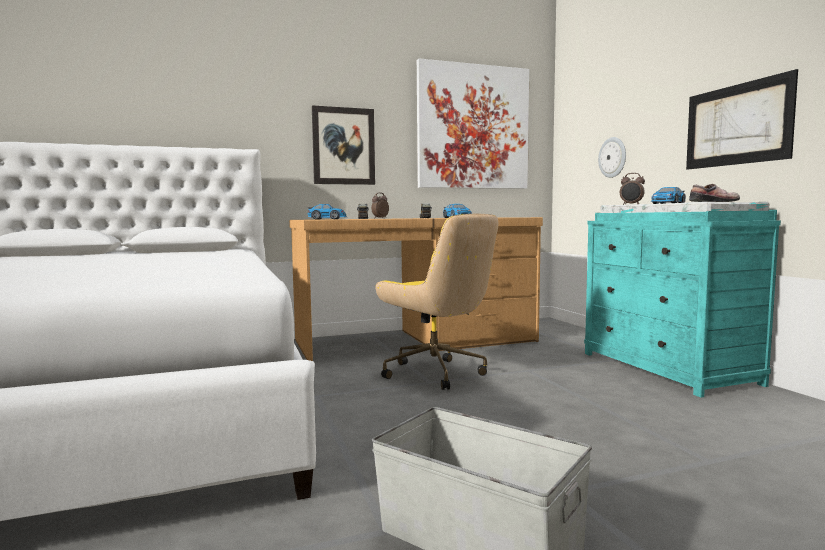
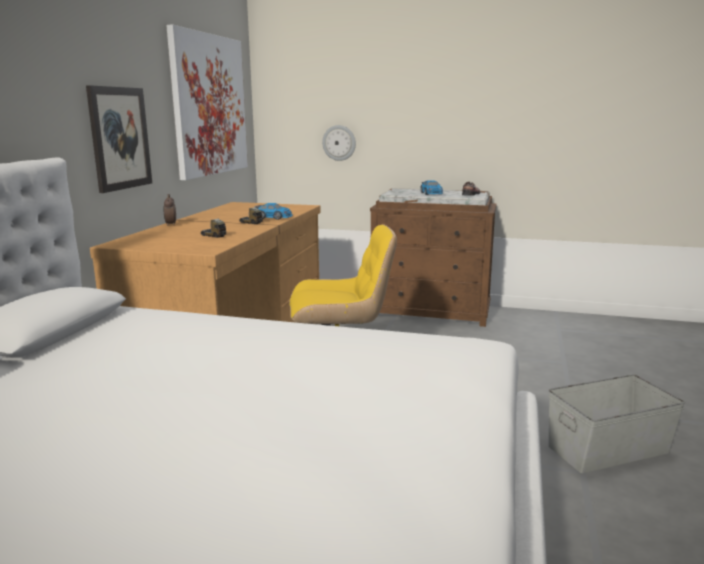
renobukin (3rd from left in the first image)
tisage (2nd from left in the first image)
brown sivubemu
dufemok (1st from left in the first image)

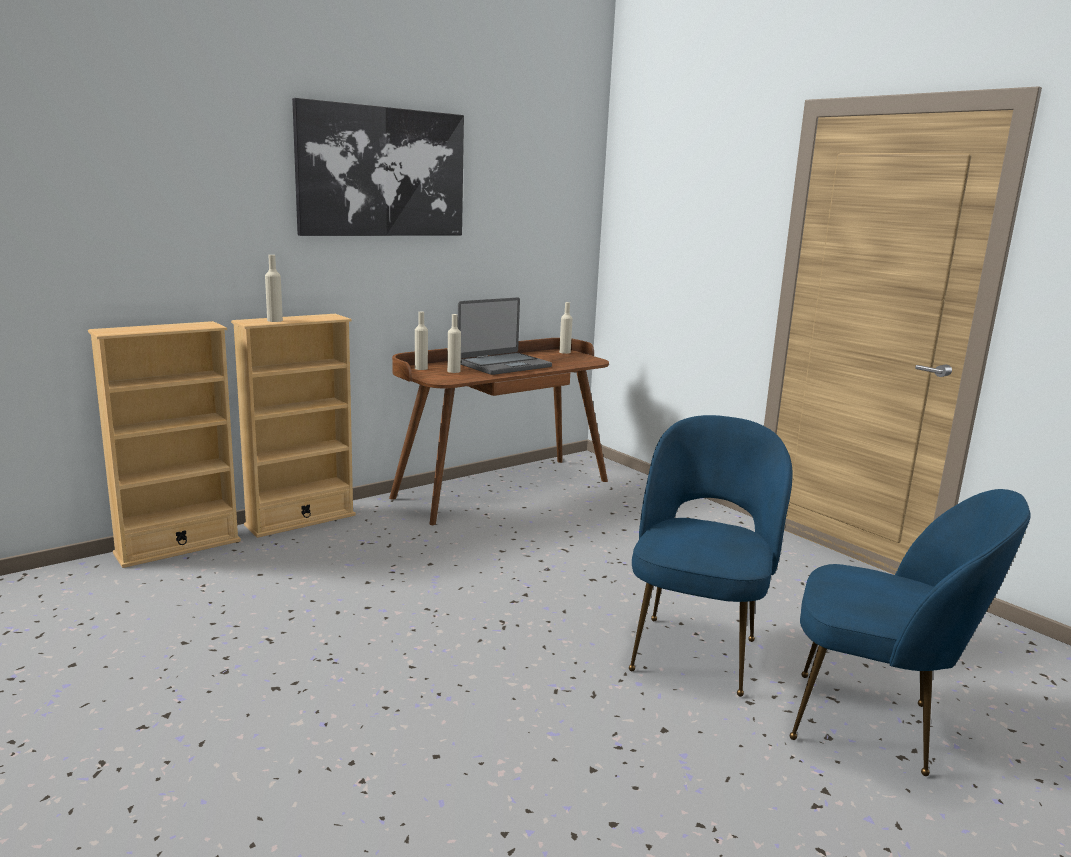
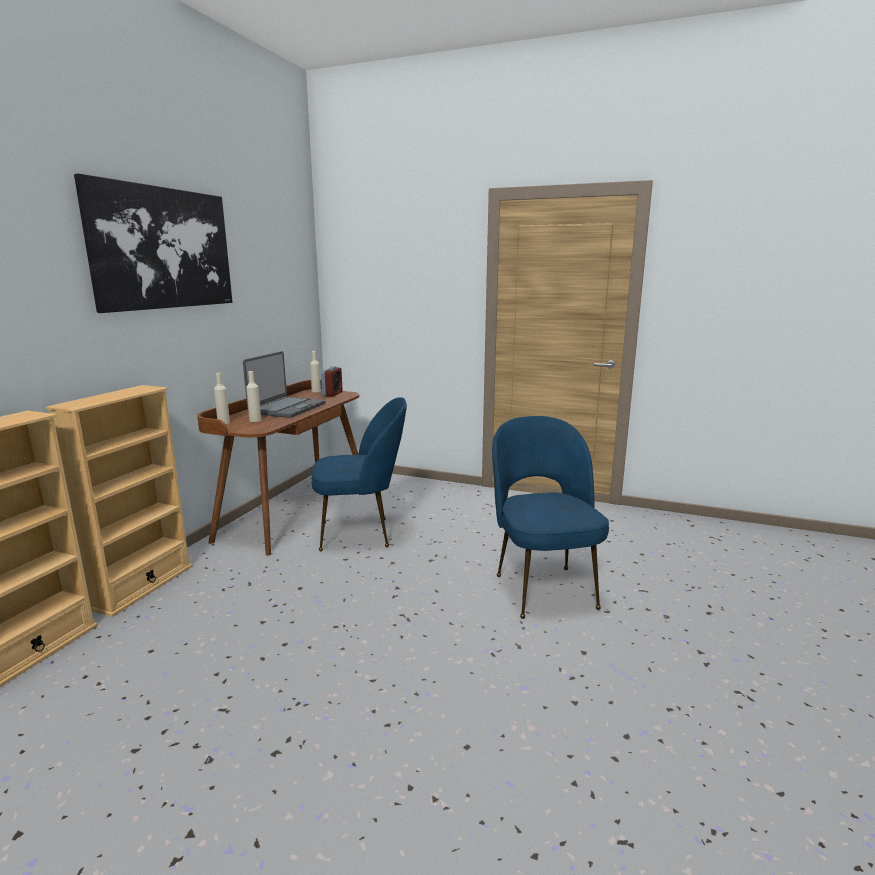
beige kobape (1st from left in the first image)
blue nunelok (1st from left)
tisage

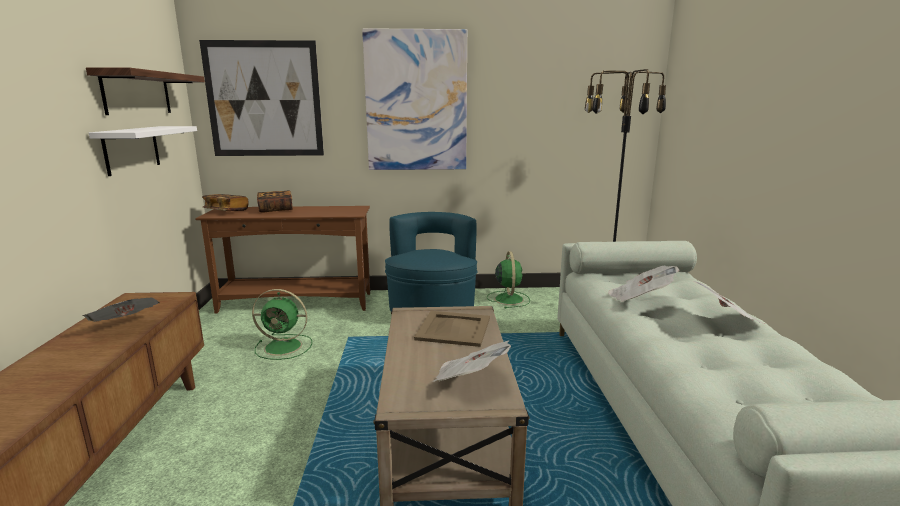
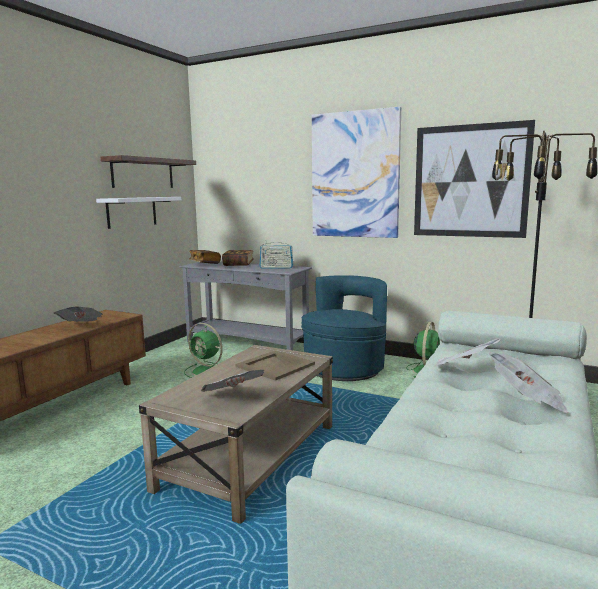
renobukin (2nd from left)
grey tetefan
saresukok

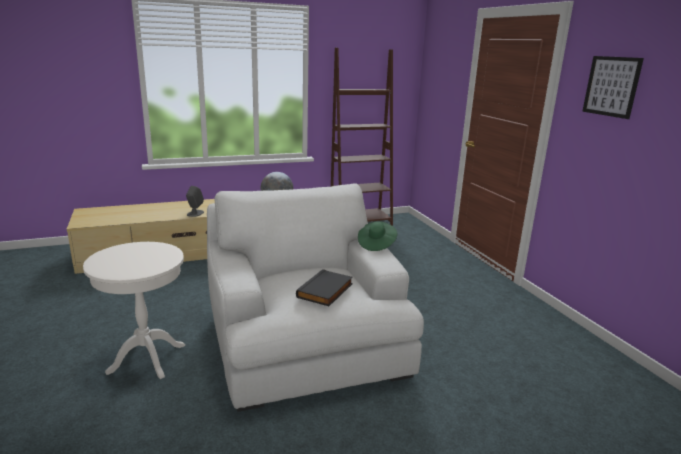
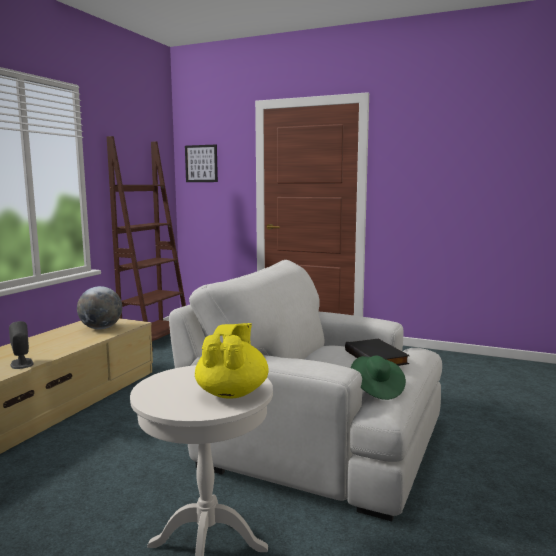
renobukin
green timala
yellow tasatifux

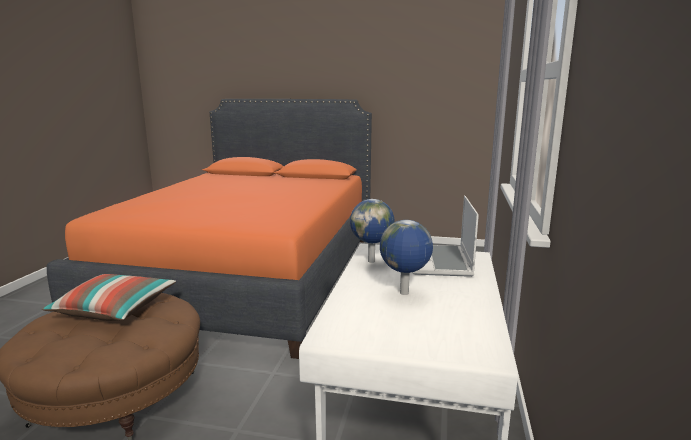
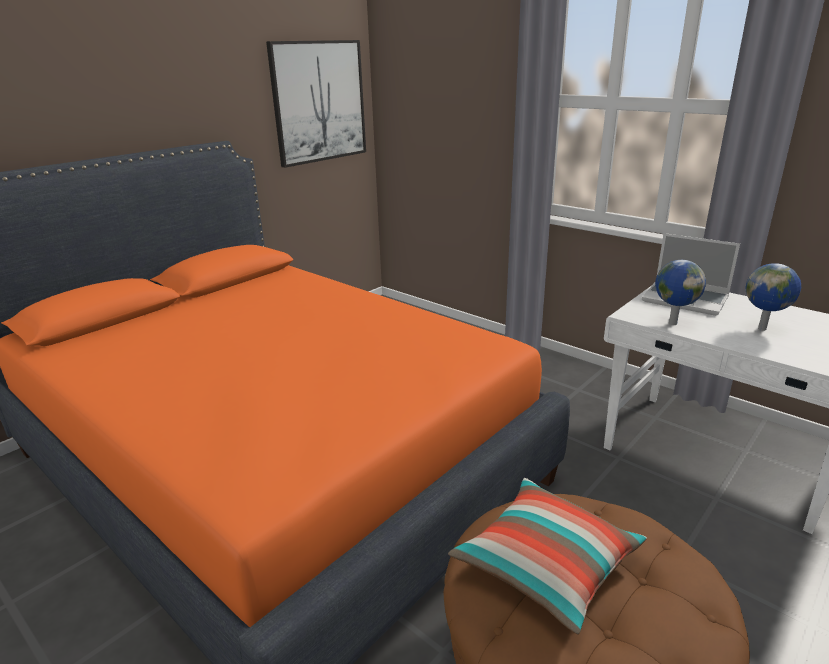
renobukin

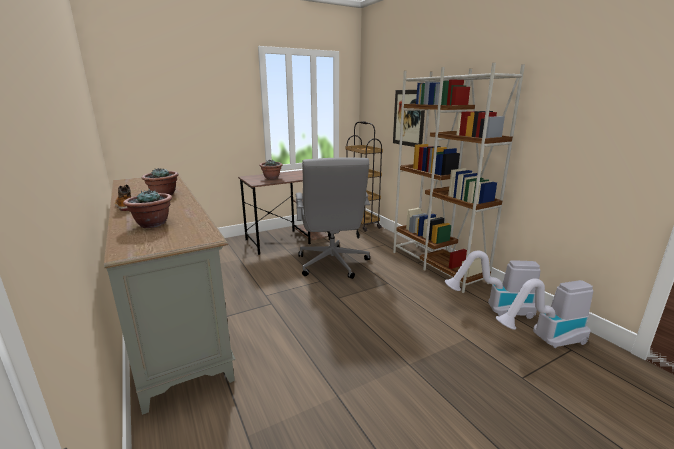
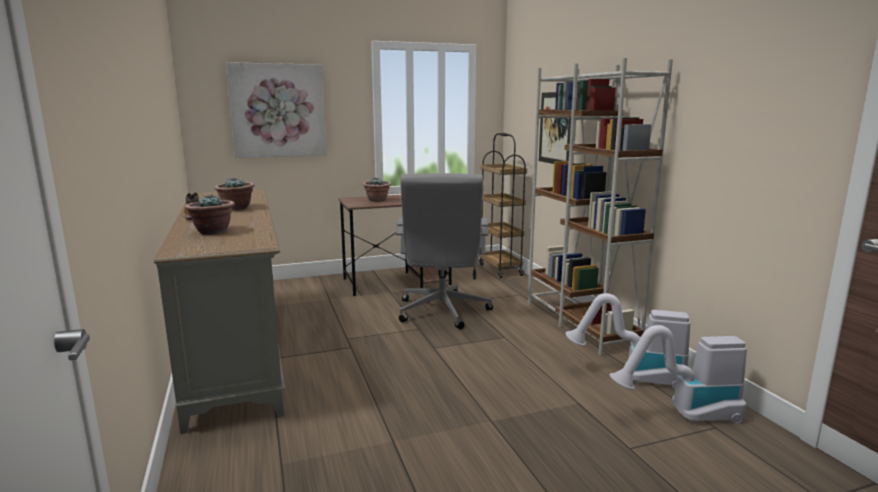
renobukin (1st from left)

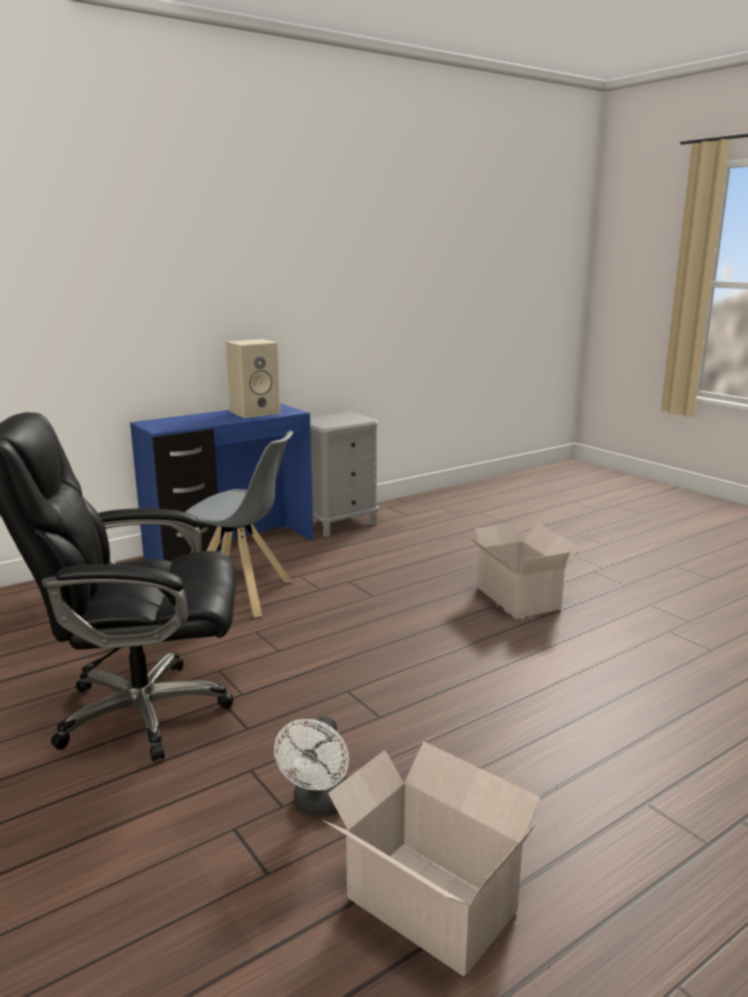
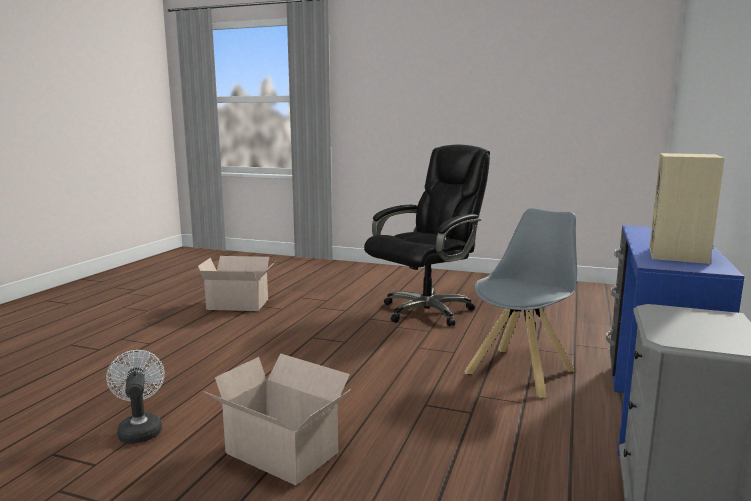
grey nunelok
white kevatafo

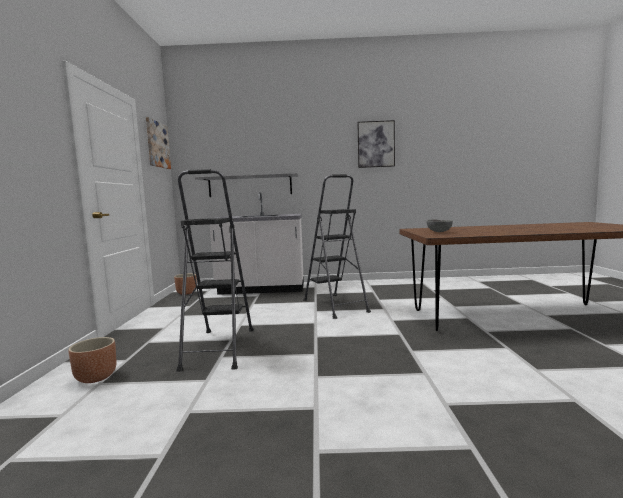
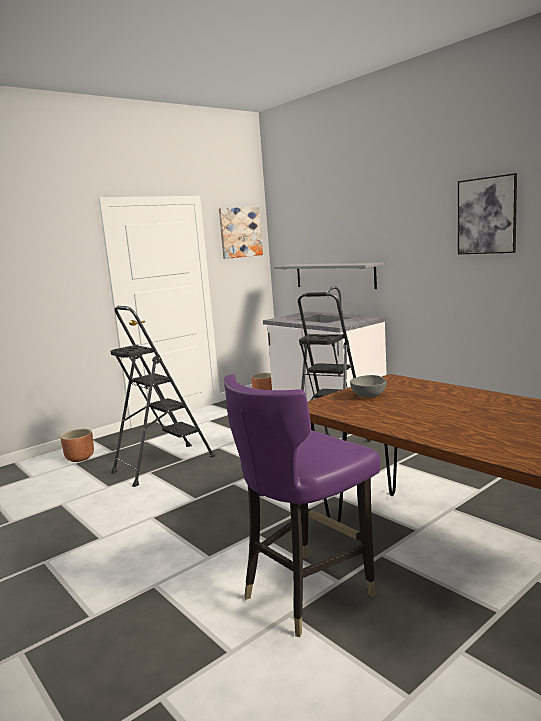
purple nunelok

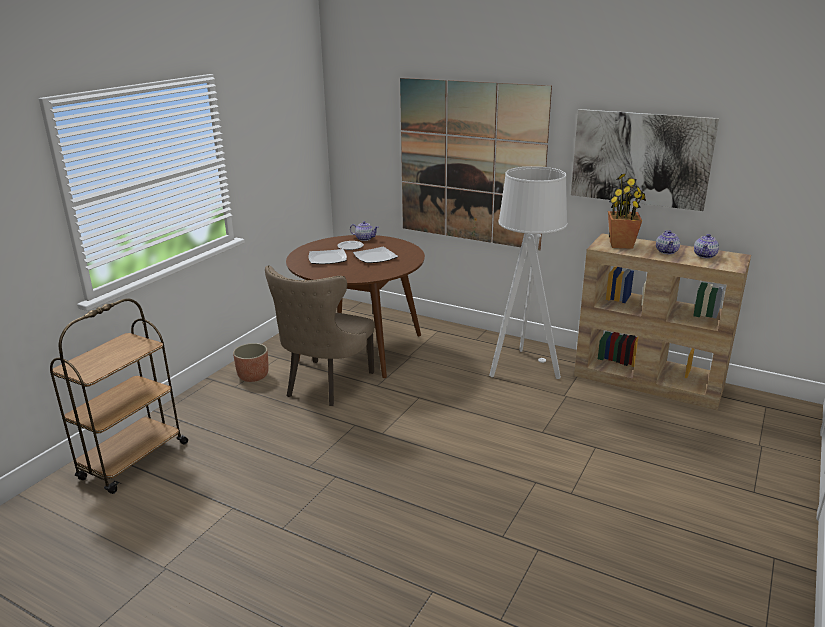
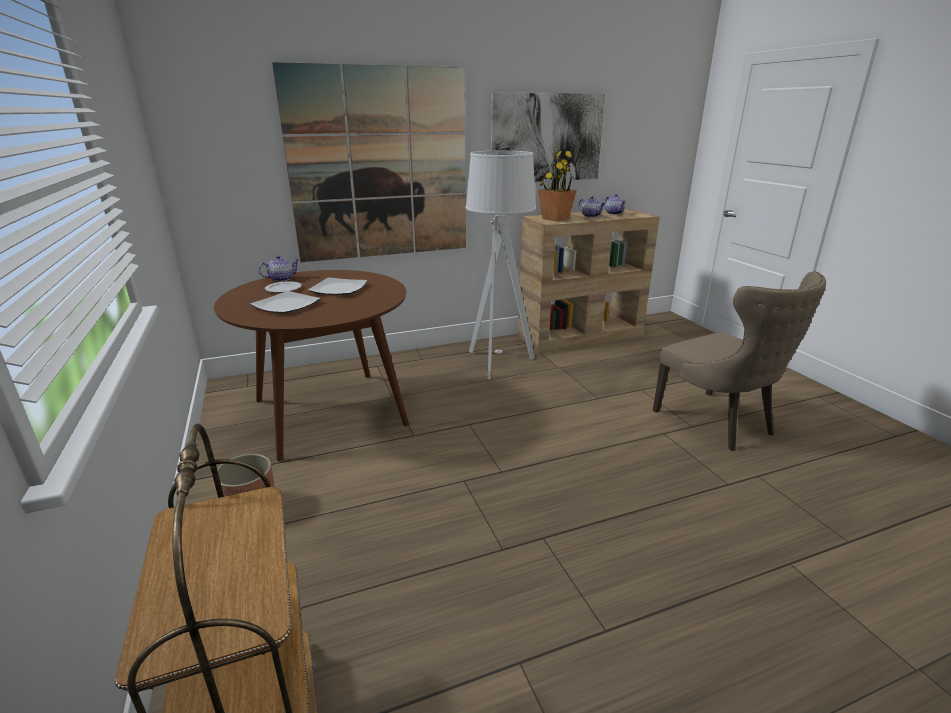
beige nunelok

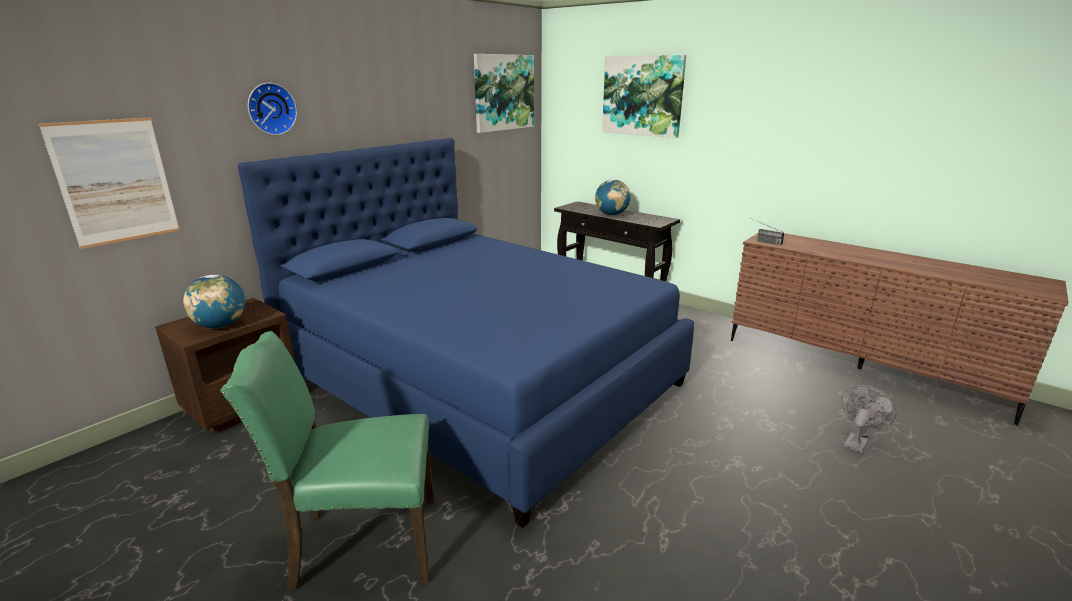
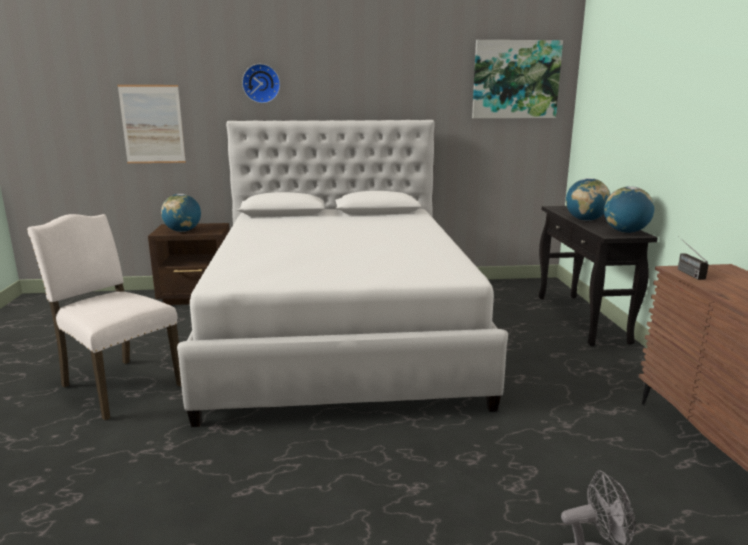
renobukin (3rd from left in the first image)
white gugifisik
white nunelok
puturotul (3rd from left)

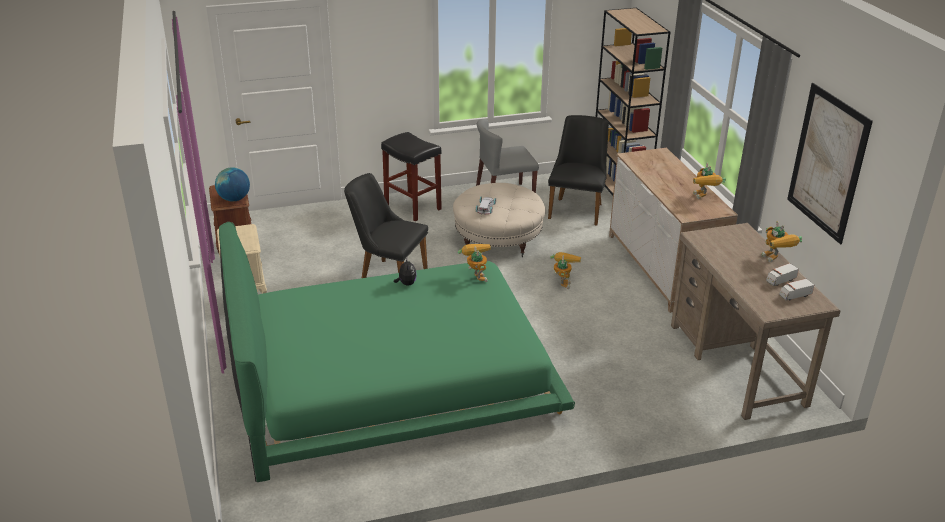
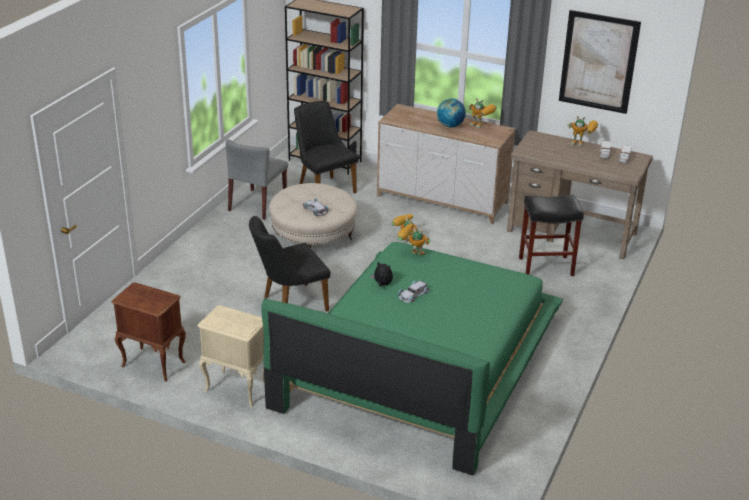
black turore
puturotul
white dufemok (2nd from left)

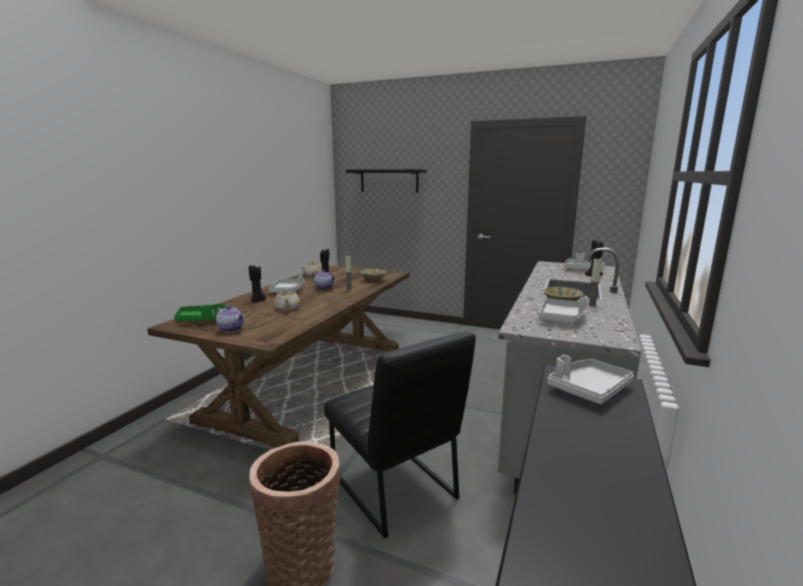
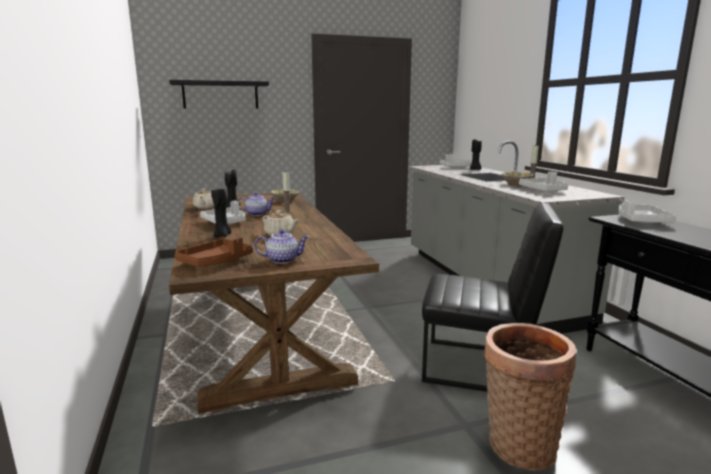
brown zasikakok

